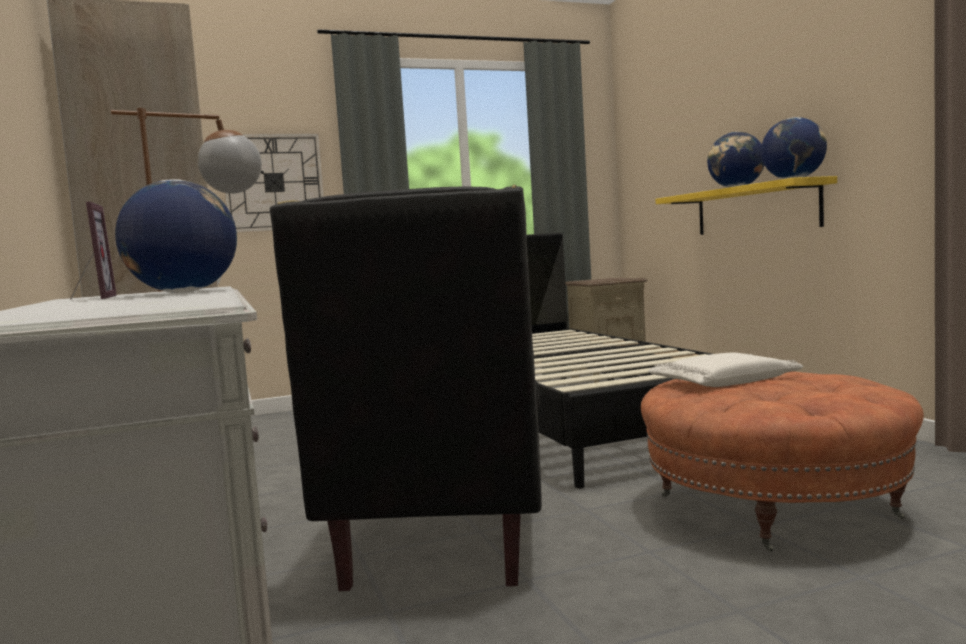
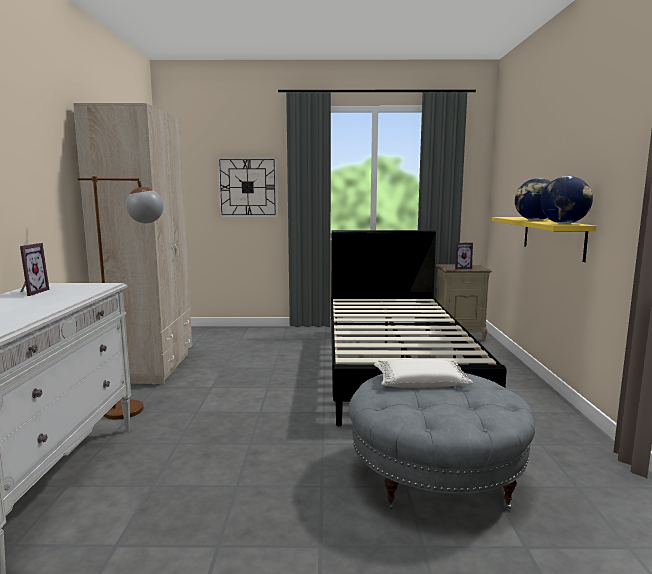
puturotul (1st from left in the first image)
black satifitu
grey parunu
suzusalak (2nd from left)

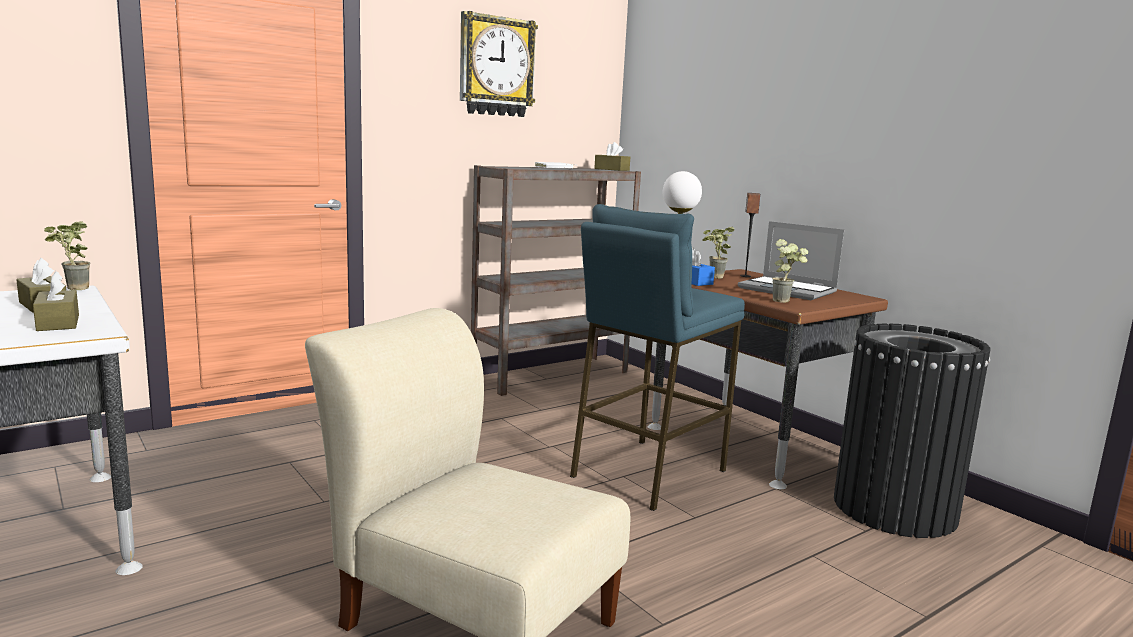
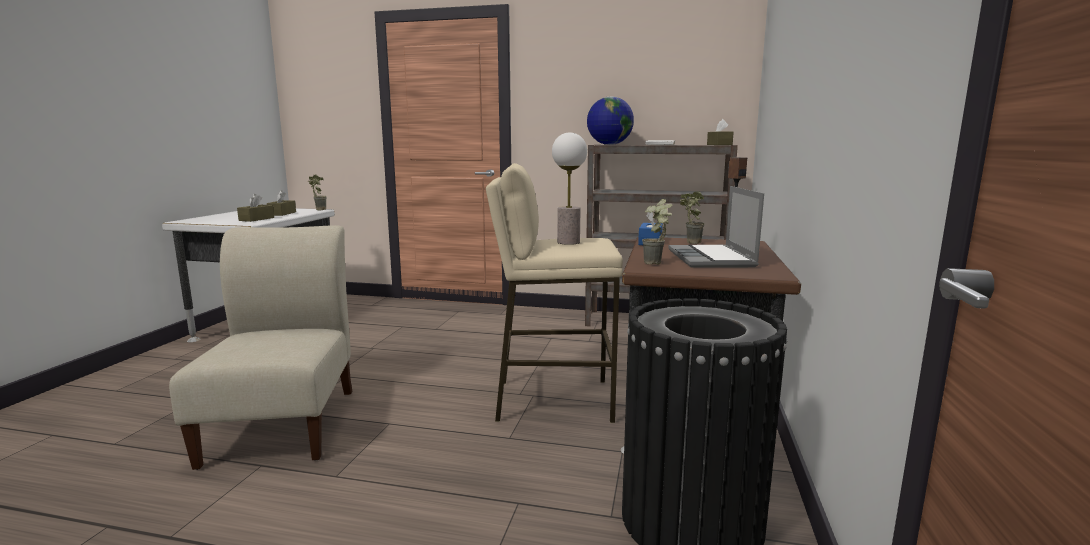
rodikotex
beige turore
puturotul

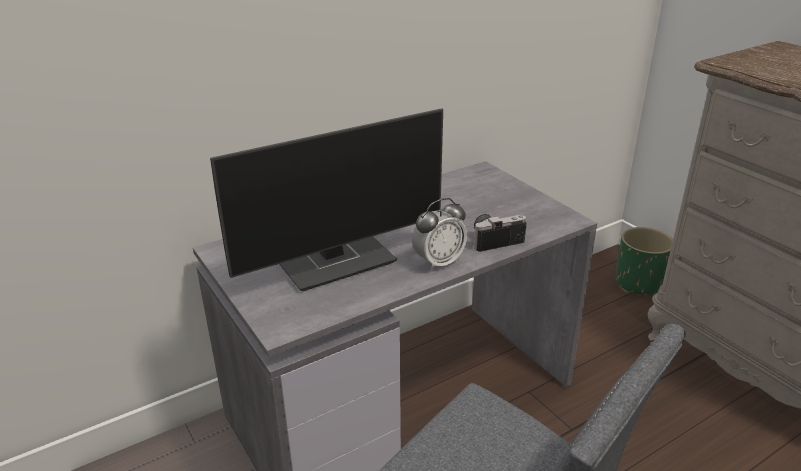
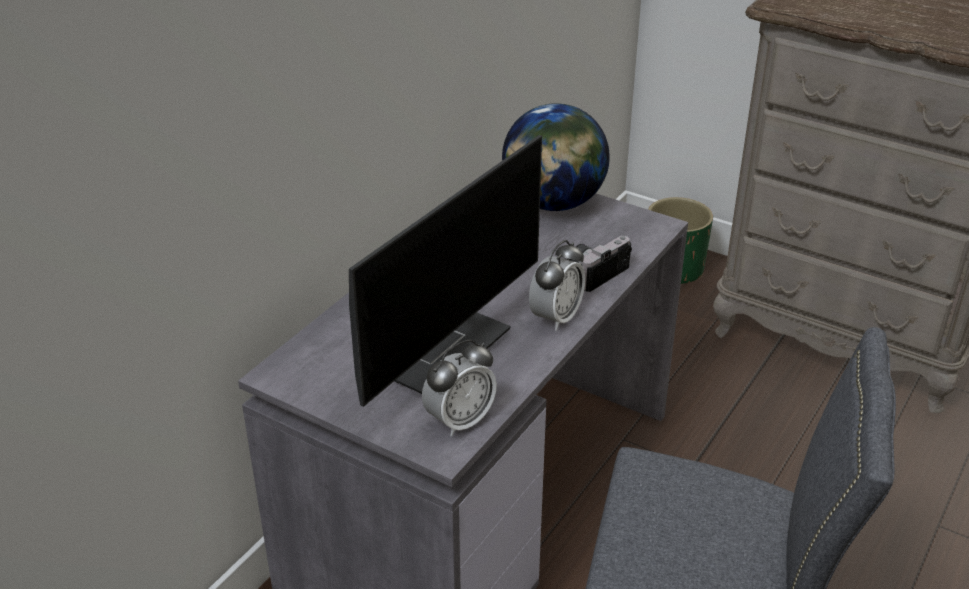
puturotul
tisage (1st from left)

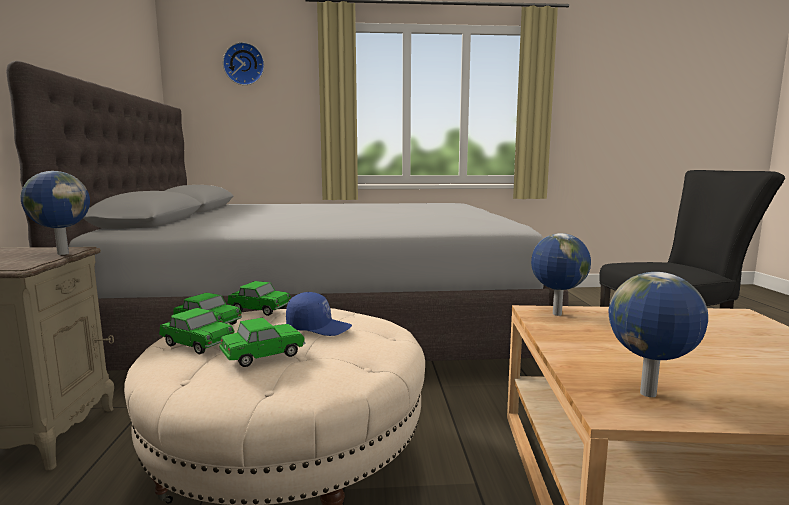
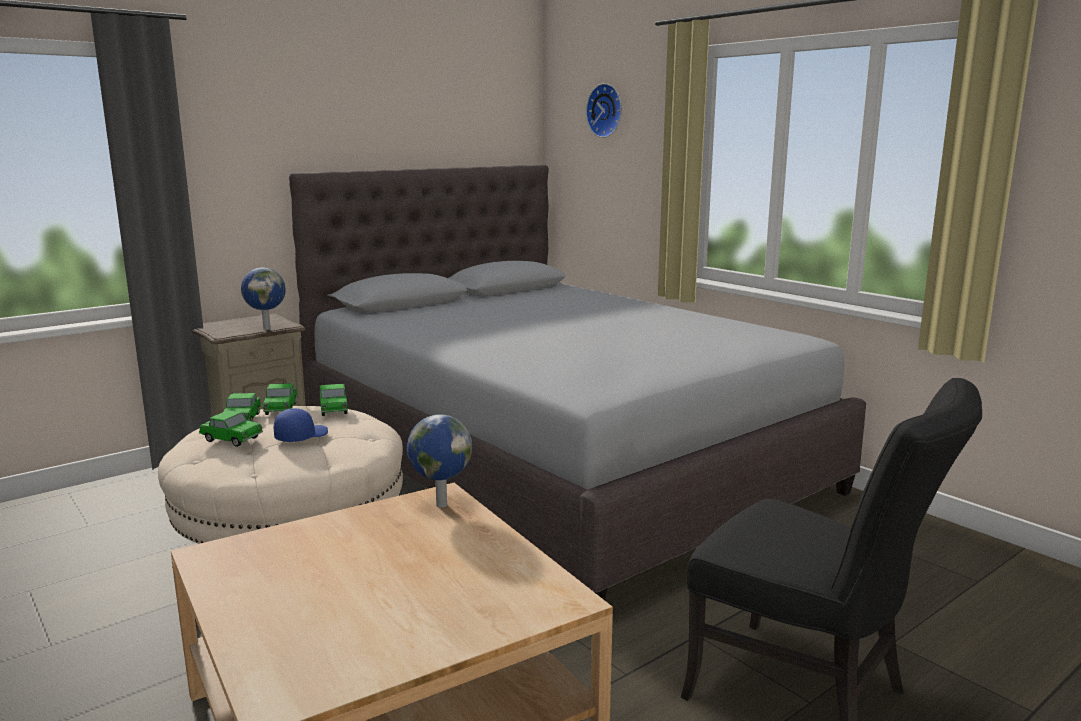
puturotul (3rd from left in the first image)
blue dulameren

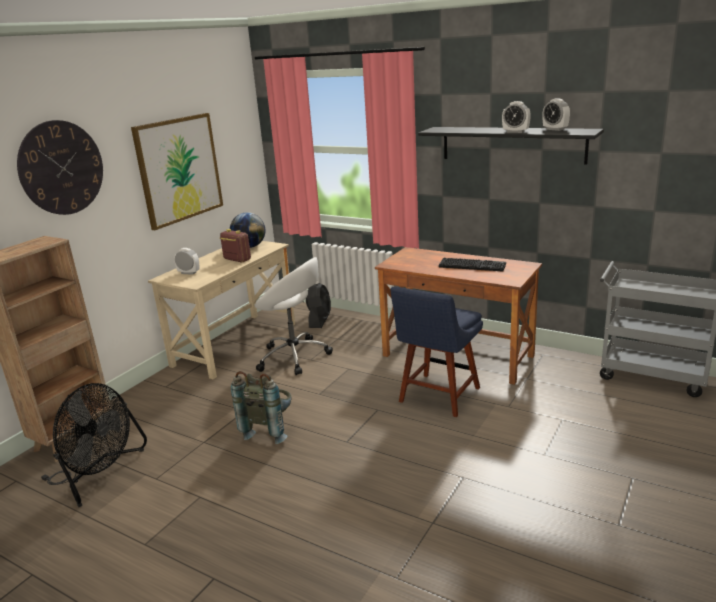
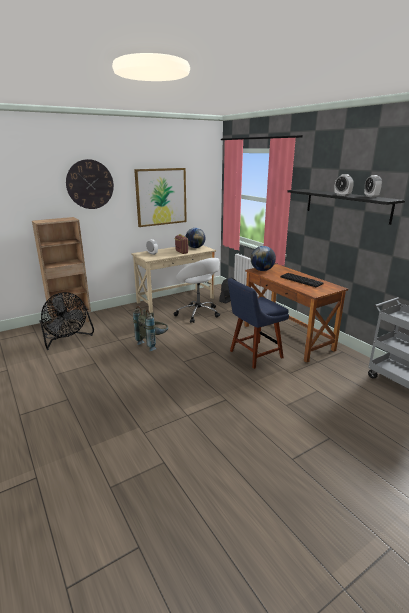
puturotul (2nd from left)

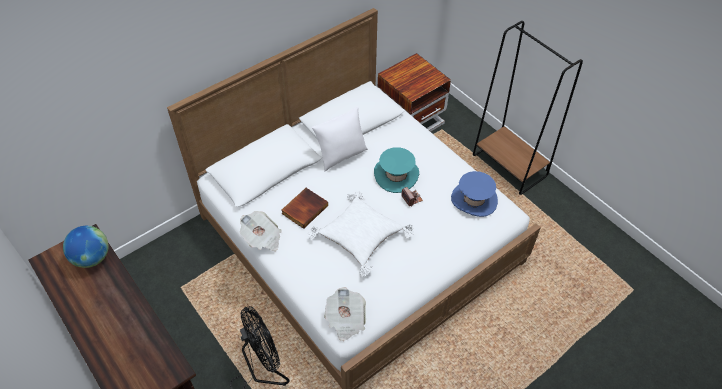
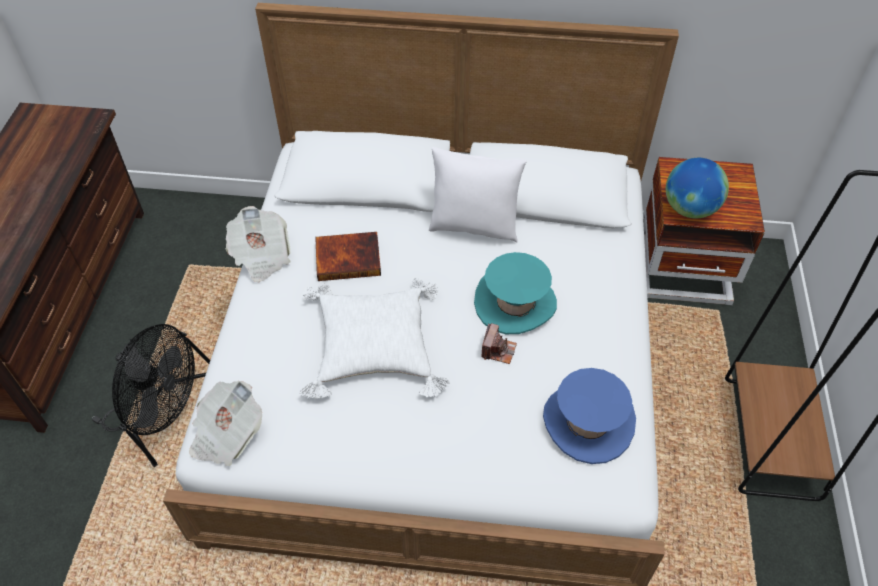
puturotul

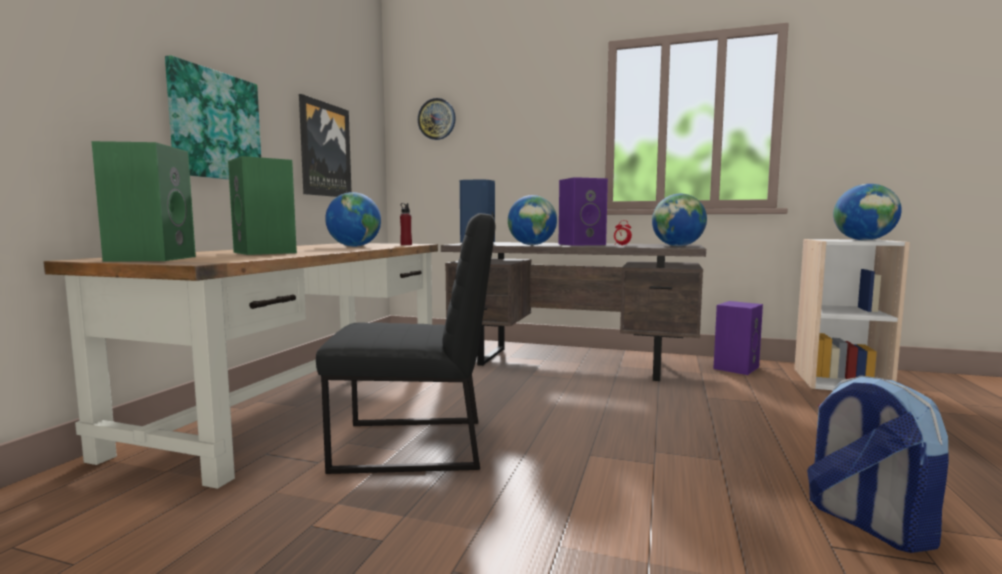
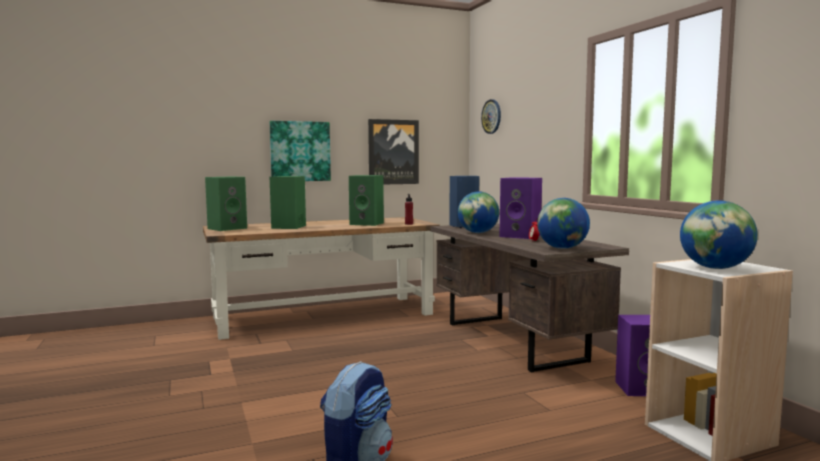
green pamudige (3rd from left)
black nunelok

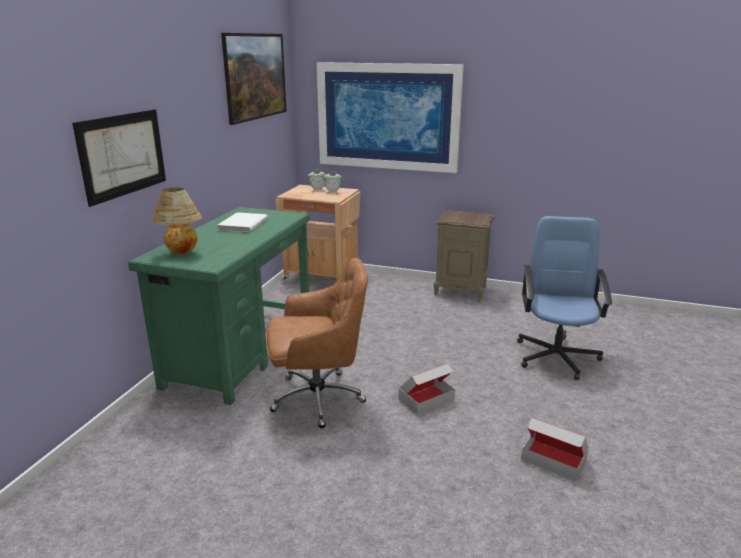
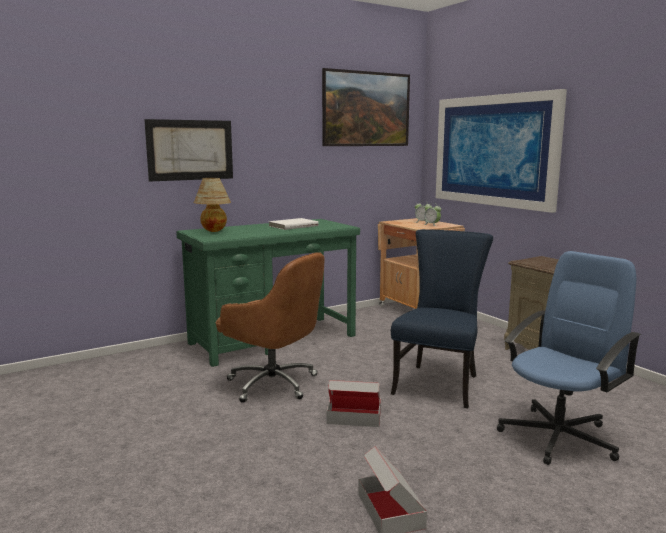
blue nunelok

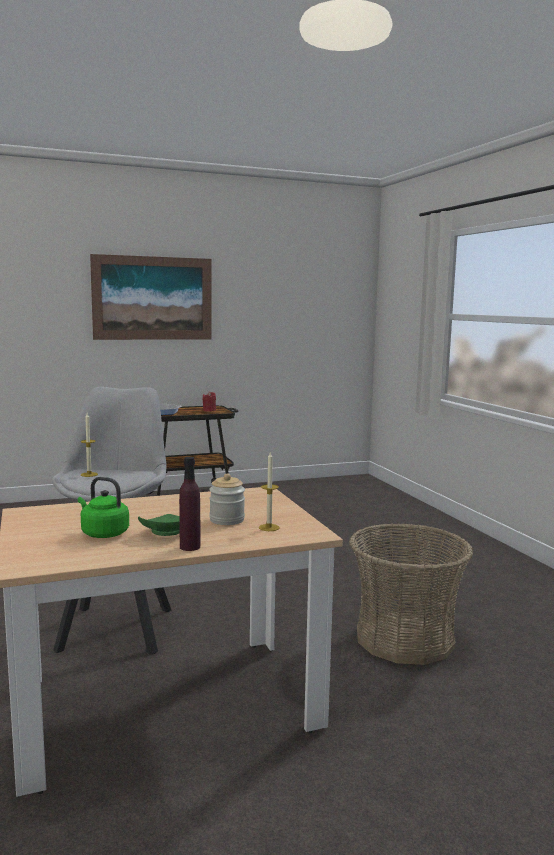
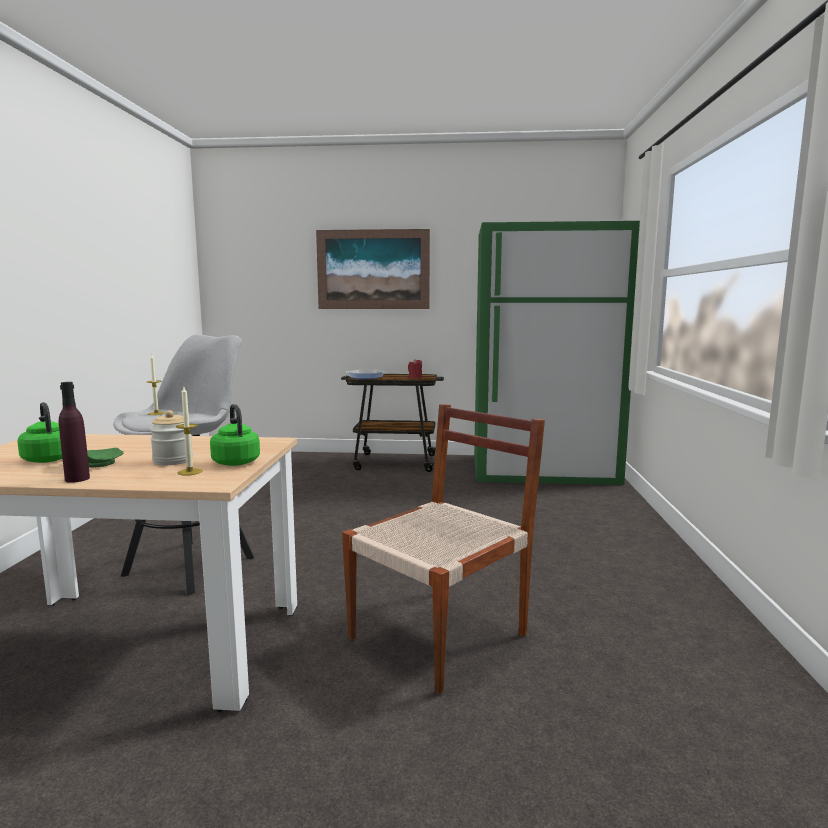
nunelok
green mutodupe
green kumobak (2nd from left)

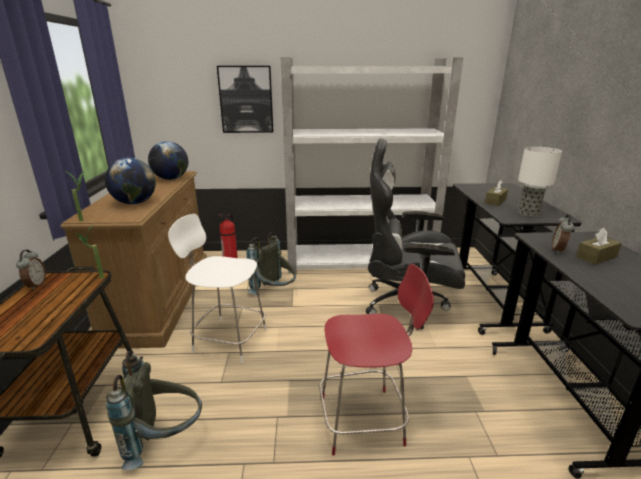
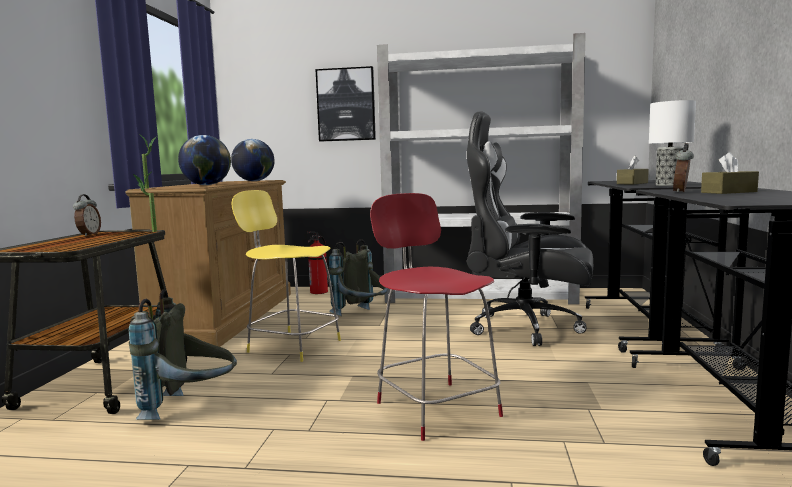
yellow nunelok
red nunelok

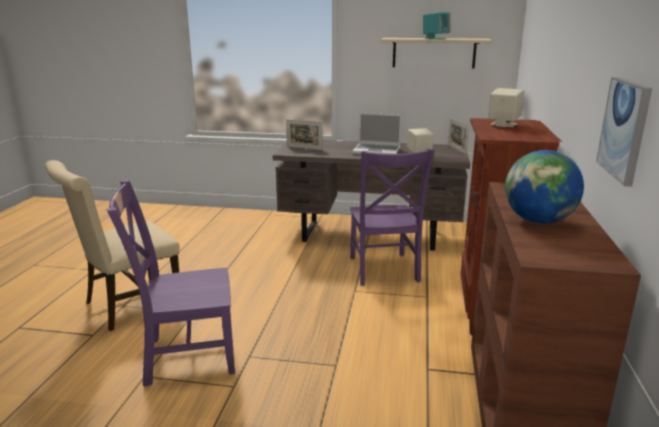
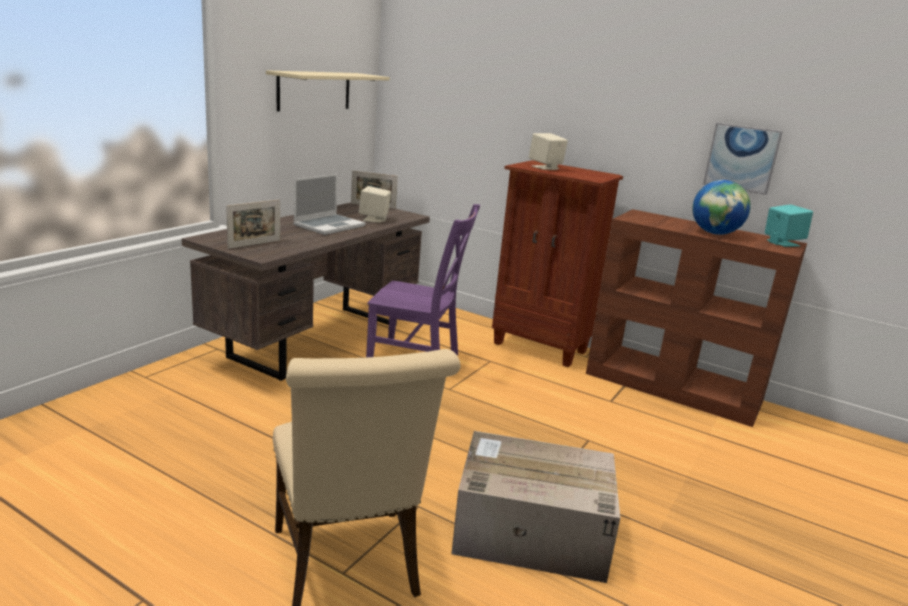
turquoise pamudige
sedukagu

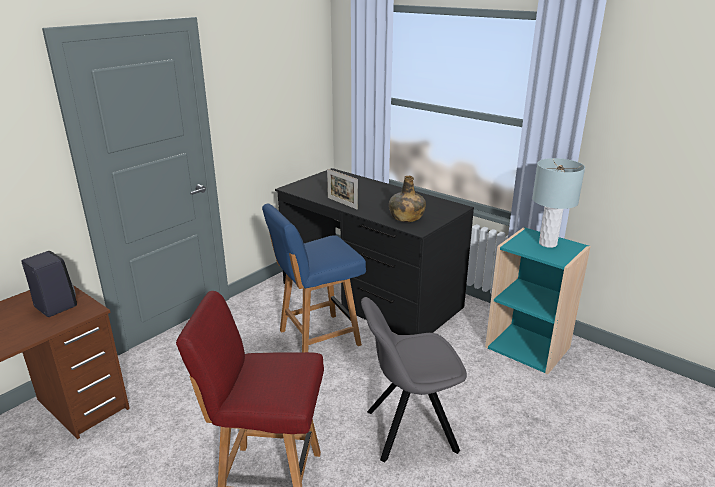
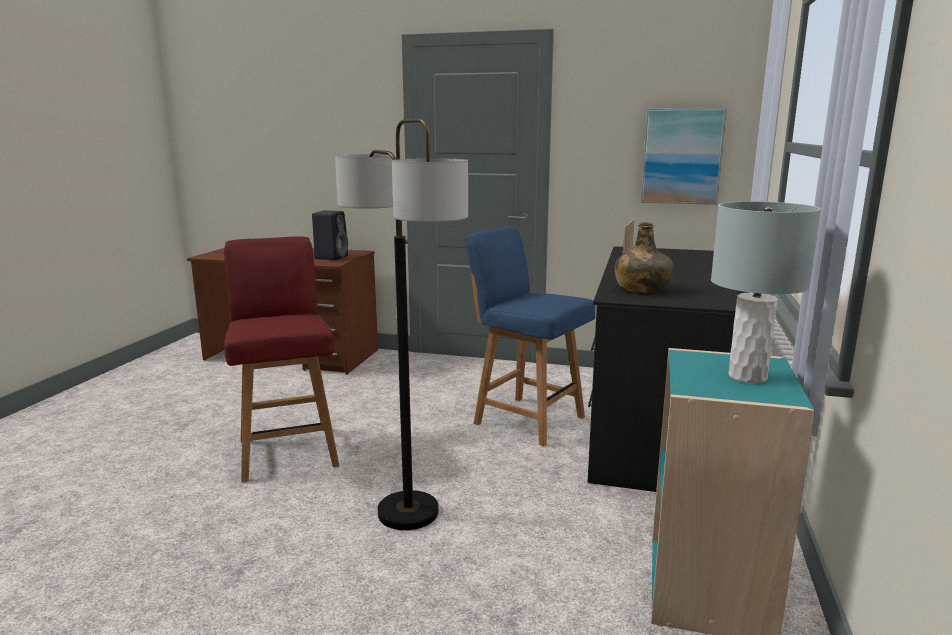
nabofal
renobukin

